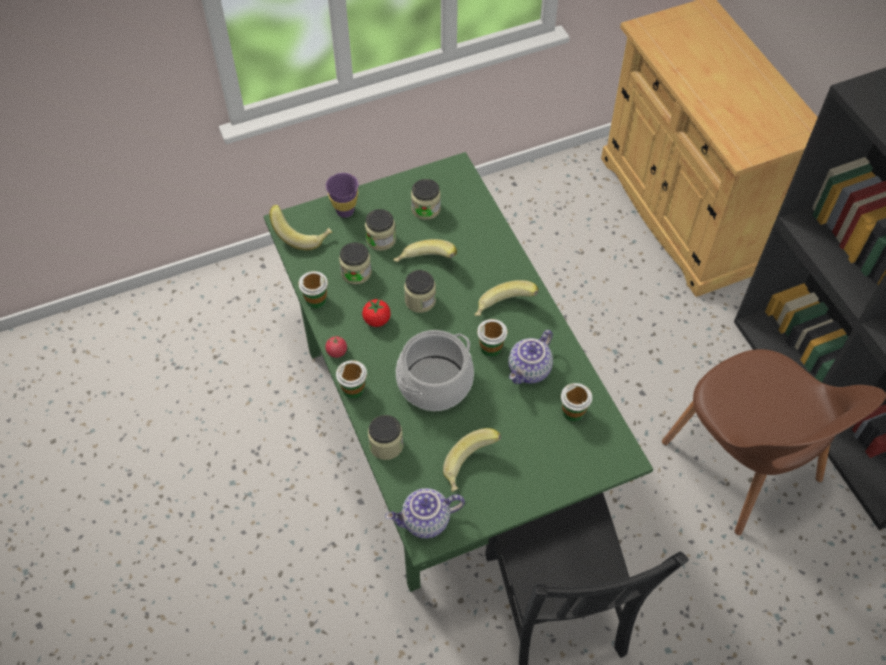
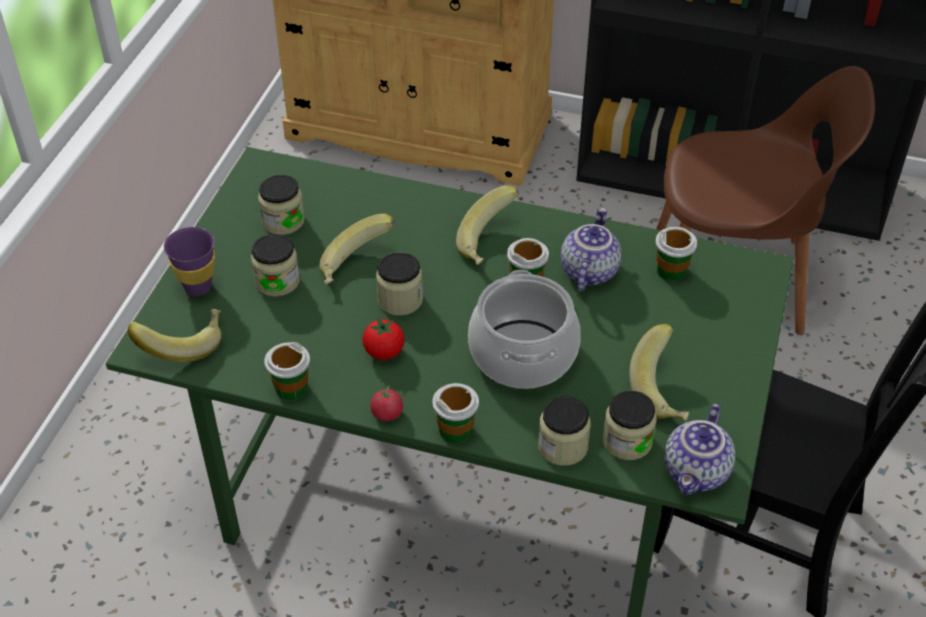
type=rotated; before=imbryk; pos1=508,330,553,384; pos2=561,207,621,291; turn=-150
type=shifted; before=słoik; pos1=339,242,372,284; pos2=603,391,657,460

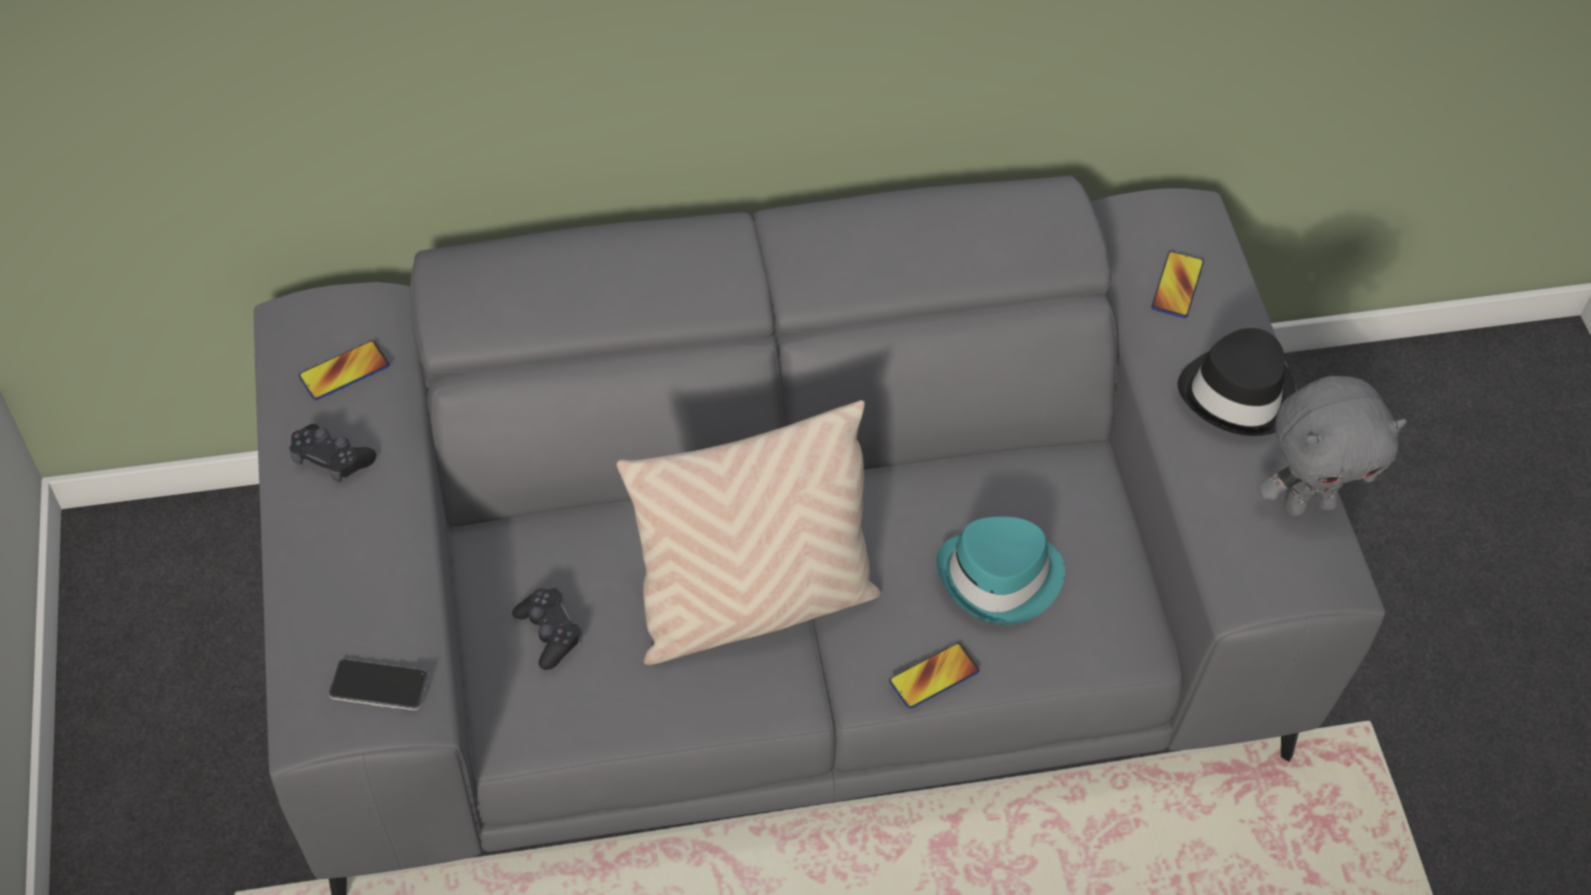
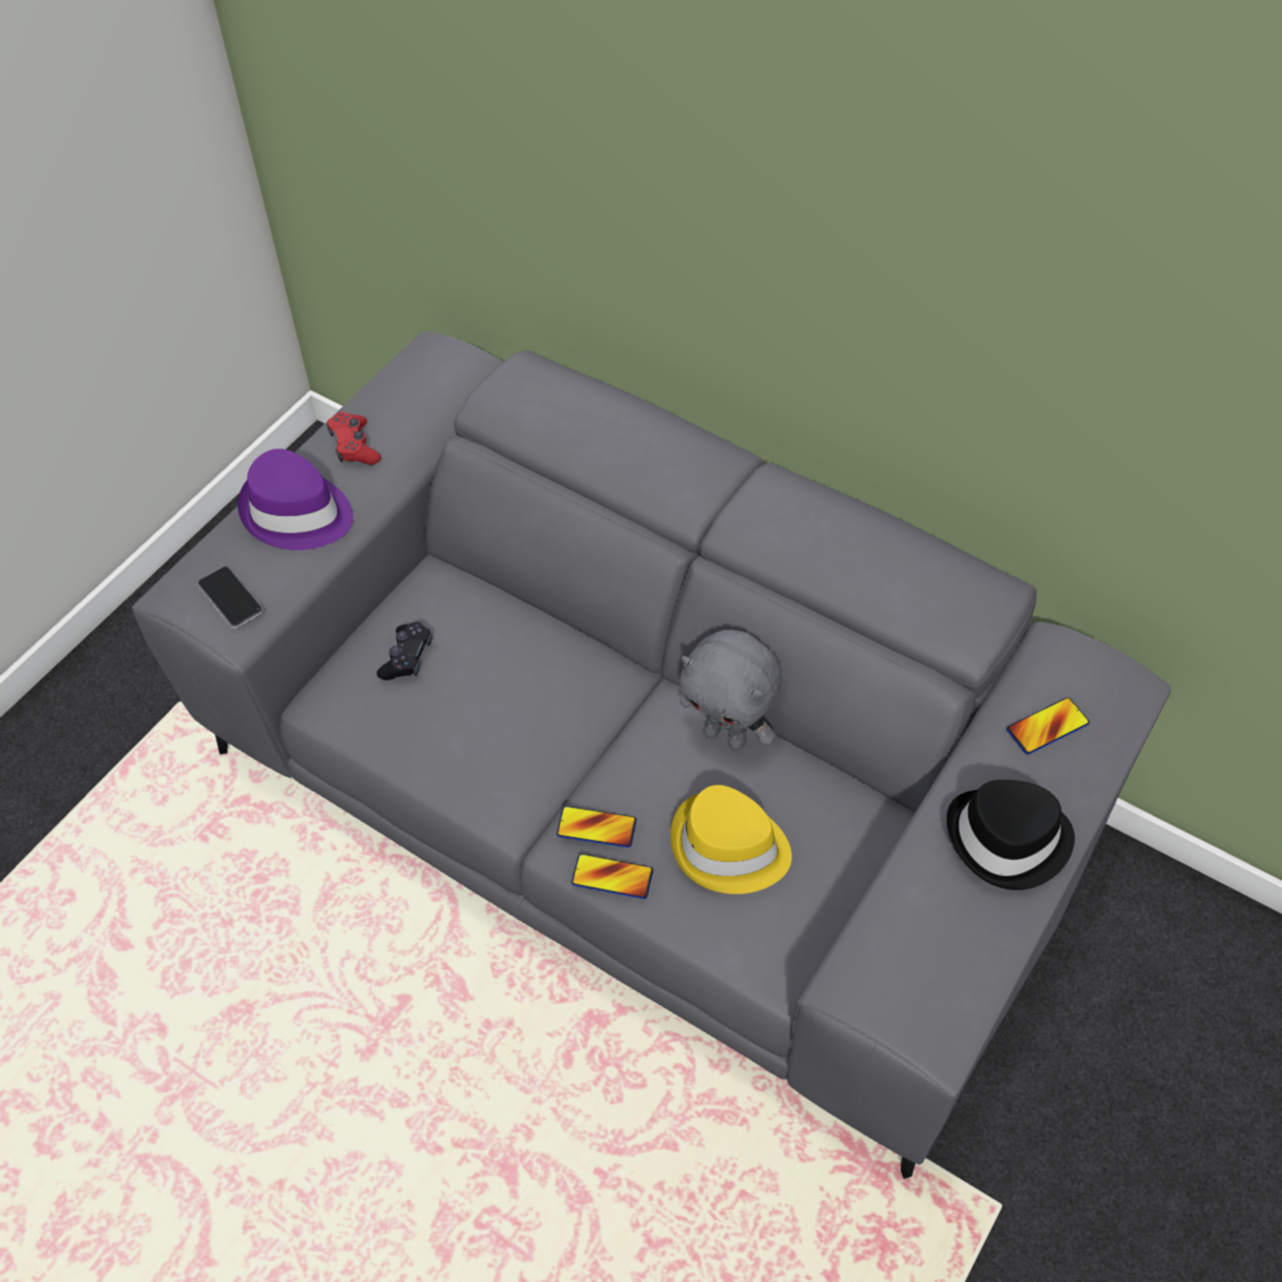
type=new; after=kapelusz/fioletowy; pos2=238,449,353,550
type=repainted; before=pad do gier/czarny; after=pad do gier/czerwony; pos1=290,424,376,482; pos2=327,412,381,465
type=shifted; before=telefon; pos1=299,341,390,400; pos2=557,806,637,848
type=repainted; before=kapelusz/turkusowy; after=kapelusz/żółty; pos1=936,516,1065,625; pos2=670,785,792,894
type=shifted; before=pluszak/szary; pos1=1258,376,1407,517; pos2=679,630,782,750
type=gone; before=poduszka/beżowy; pos1=616,400,881,665

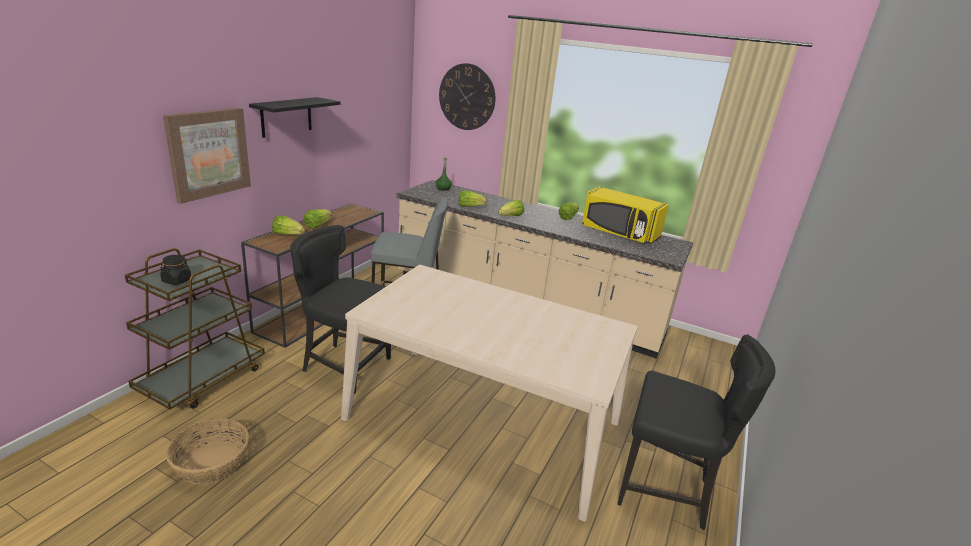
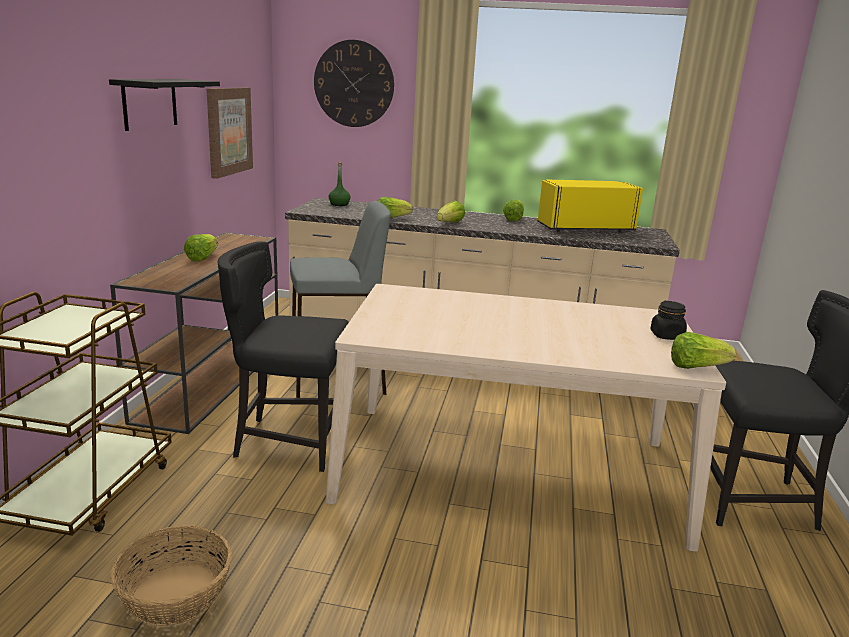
type=shifted; before=obraz; pos1=163,108,251,204; pos2=207,87,253,179
type=rotated; before=mikrofalówka/żółty; pos1=582,187,669,244; pos2=538,179,643,233; turn=150
type=shifted; before=słoik/czarny; pos1=160,254,191,285; pos2=650,301,687,340
type=shifted; before=sałata; pos1=272,215,305,235; pos2=671,332,736,369

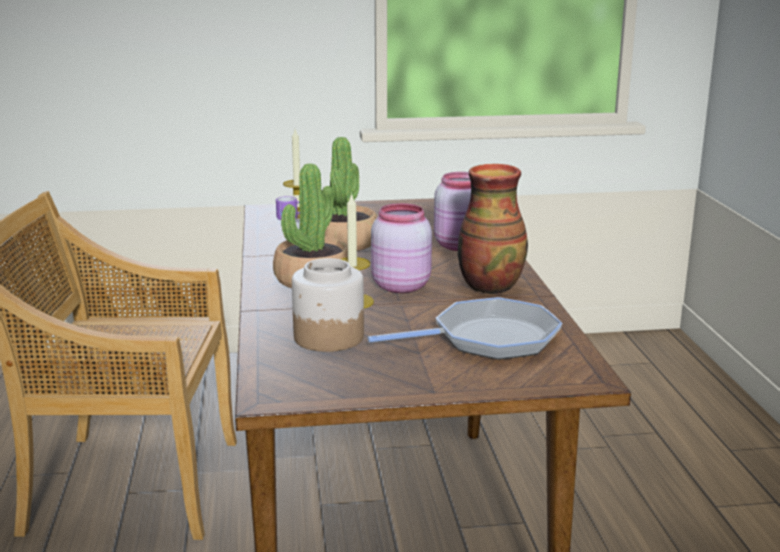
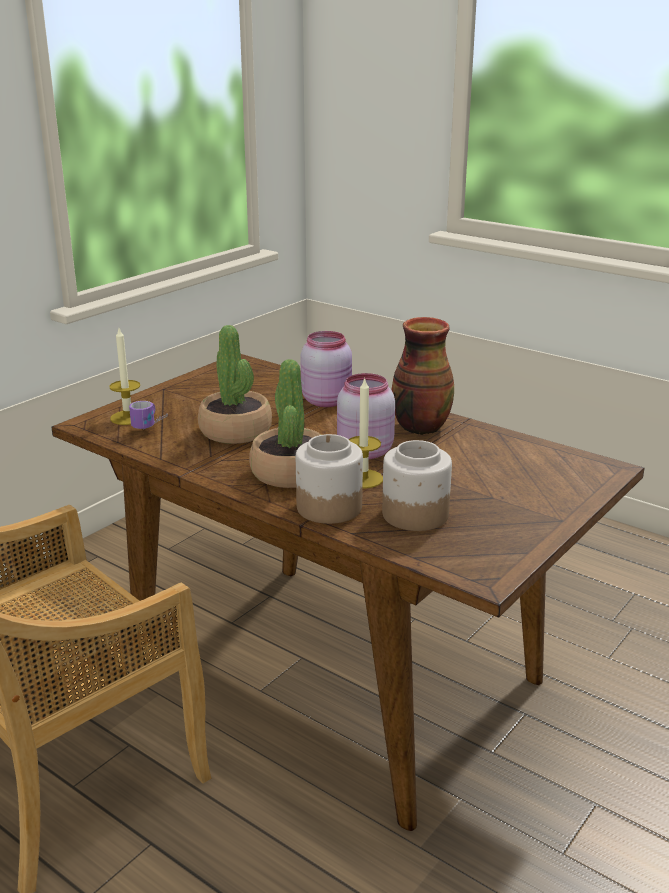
type=new; after=słoik; pos2=296,434,363,524
type=gone; before=patelnia; pos1=367,297,562,360

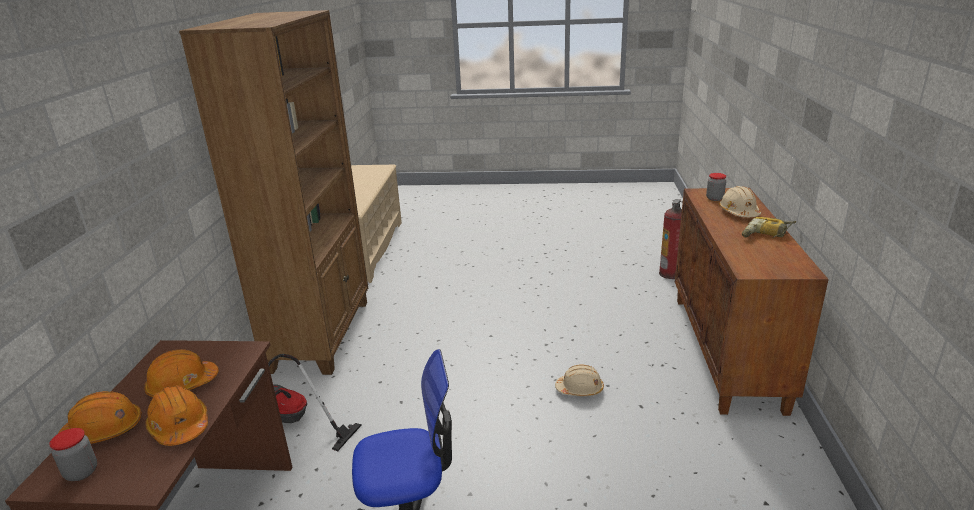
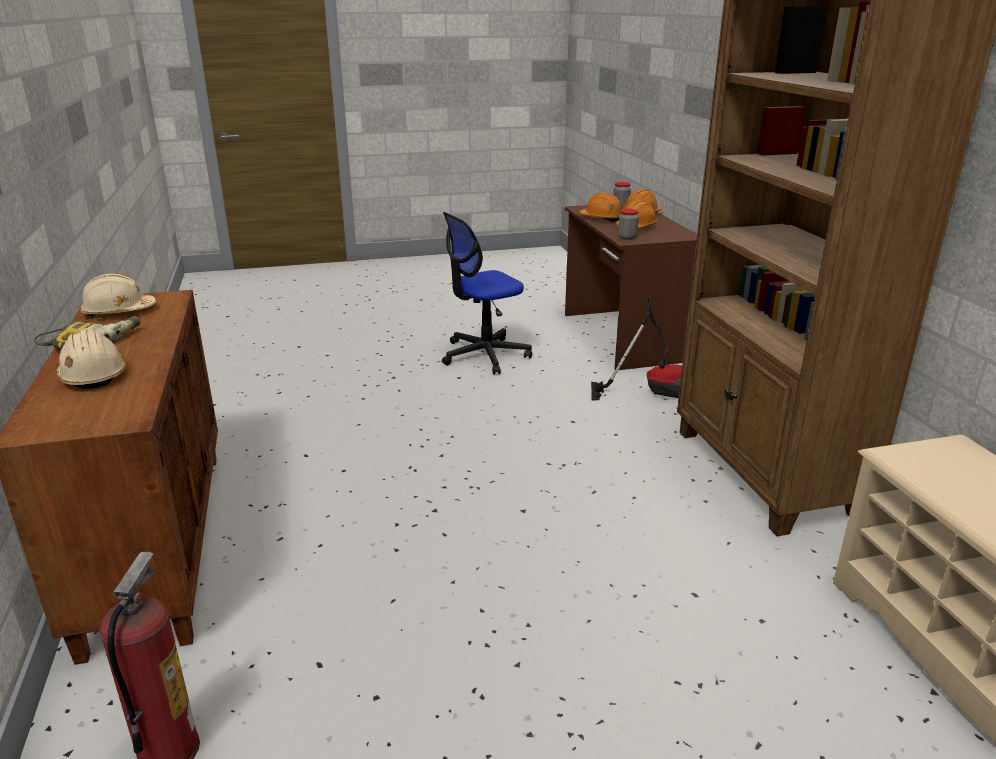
type=shifted; before=kask/beżowy; pos1=555,364,604,396; pos2=79,273,156,317
type=shifted; before=słoik; pos1=706,173,726,201; pos2=618,209,639,240

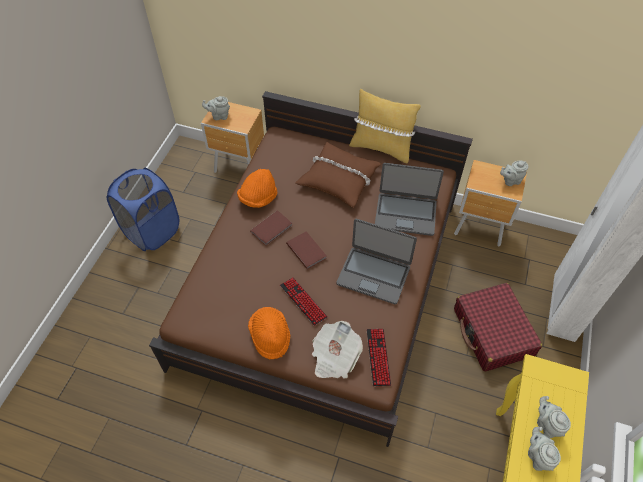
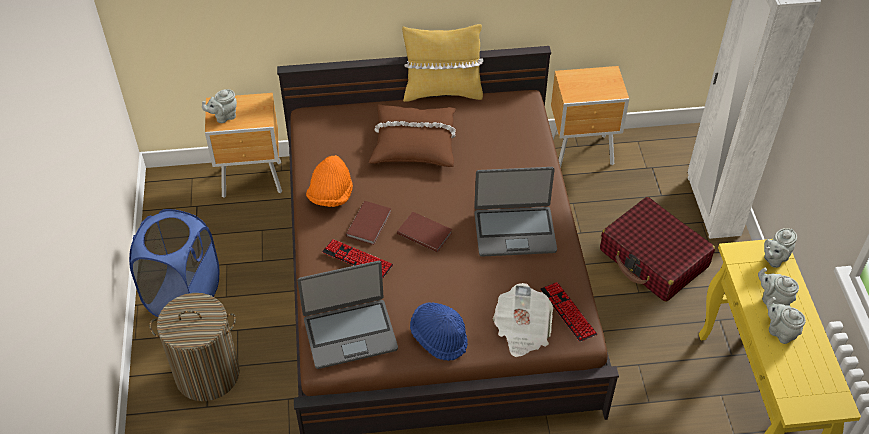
type=new; after=kosz na pranie; pos2=149,293,240,401
type=shifted; before=laptop; pos1=375,163,444,236; pos2=297,261,398,369
type=shifted; before=klawiatura; pos1=280,277,327,326; pos2=322,239,393,278
type=repainted; before=kapelusz/pomarańczowy; after=kapelusz/niebieski; pos1=248,307,291,359; pos2=410,302,468,361
type=shifted; before=imbryk/szary; pos1=500,161,528,186; pos2=764,228,797,268

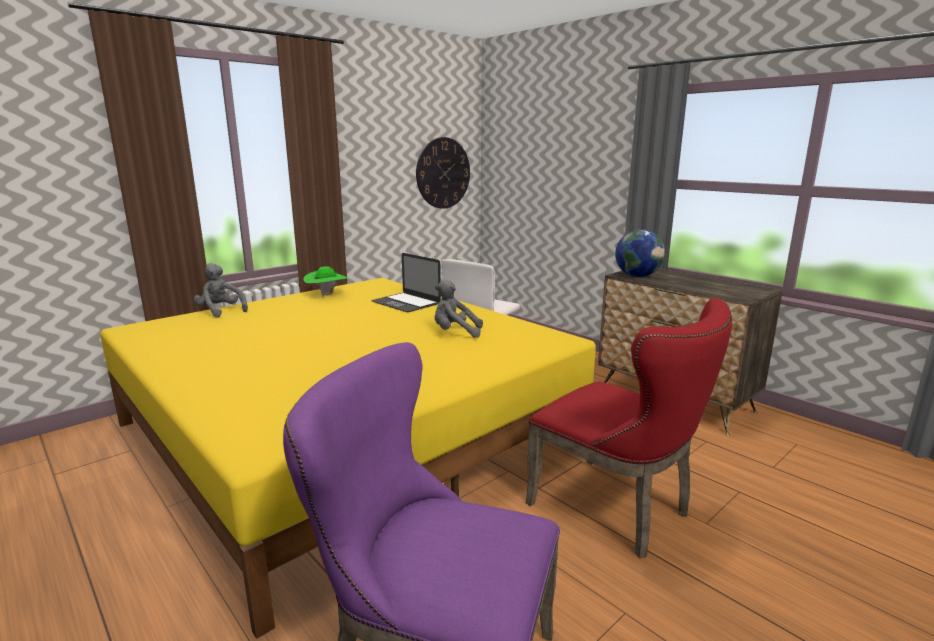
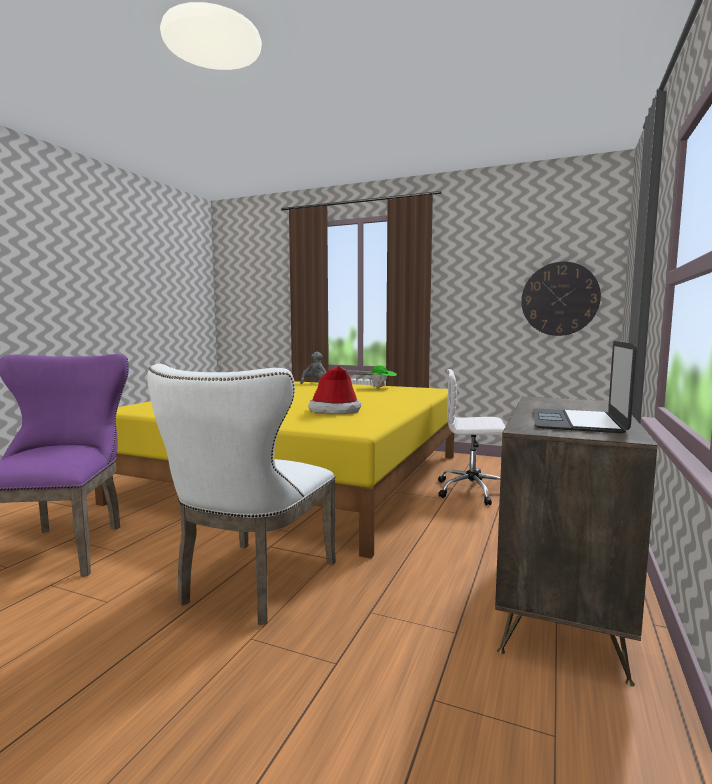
type=repainted; before=krzesło/czerwony; after=krzesło/biały; pos1=526,298,732,558; pos2=147,364,336,625
type=swapped; before=pluszak/szary; after=kapelusz; pos1=435,280,483,338; pos2=308,366,361,414
type=shifted; before=laptop; pos1=371,253,441,312; pos2=533,341,637,433
type=gone; before=globus; pos1=615,229,665,277

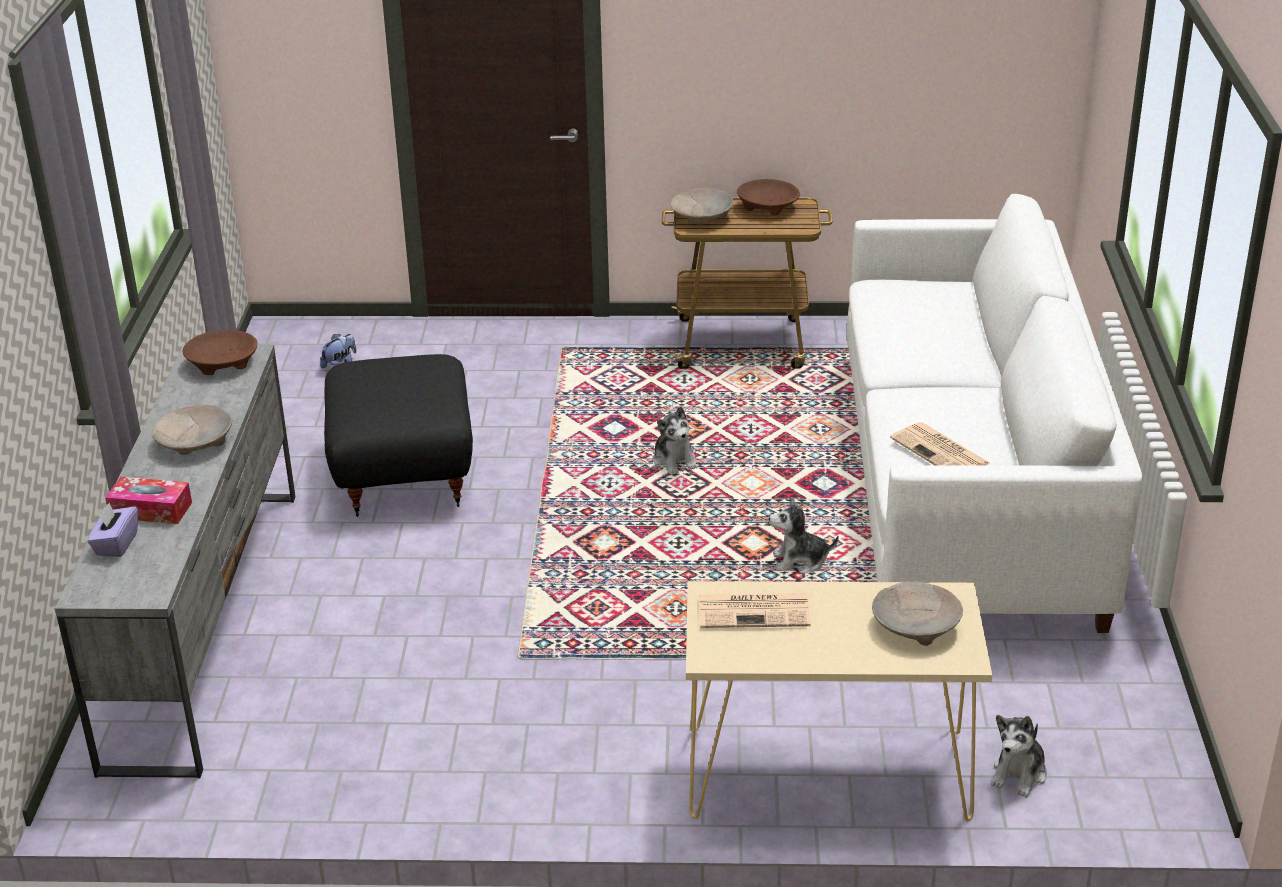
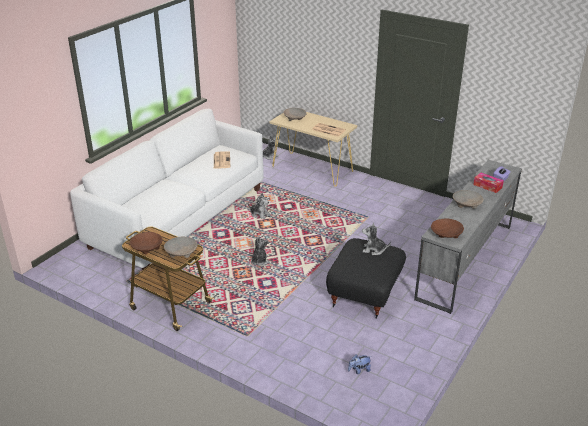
type=new; after=pluszak; pos2=362,223,391,255

